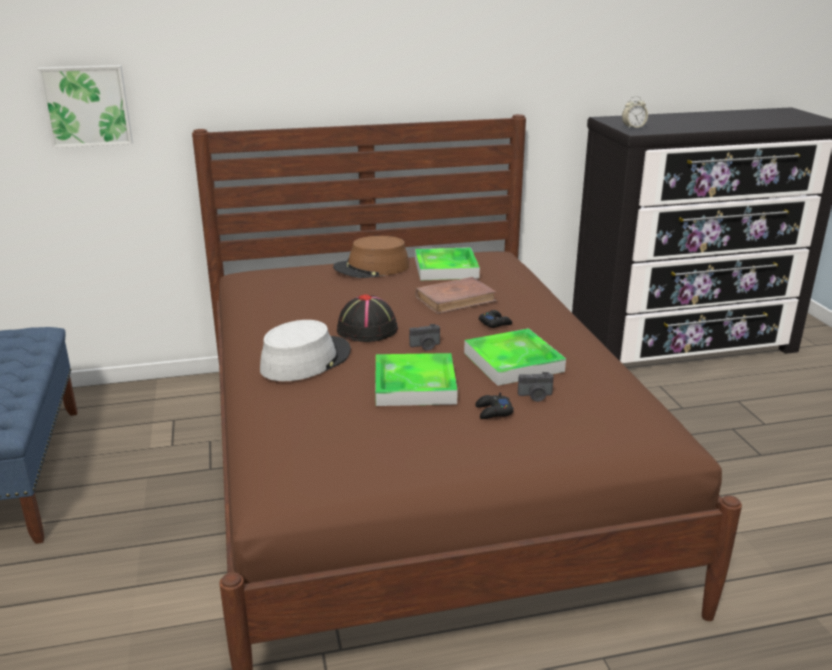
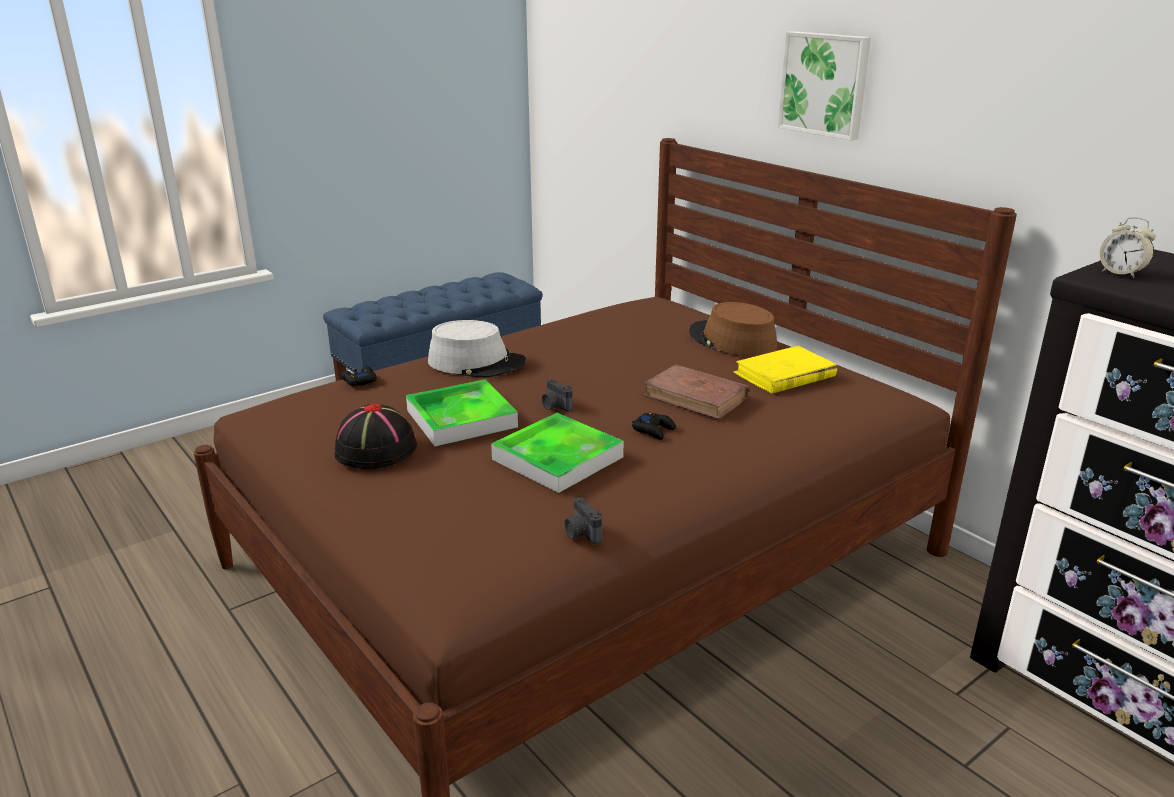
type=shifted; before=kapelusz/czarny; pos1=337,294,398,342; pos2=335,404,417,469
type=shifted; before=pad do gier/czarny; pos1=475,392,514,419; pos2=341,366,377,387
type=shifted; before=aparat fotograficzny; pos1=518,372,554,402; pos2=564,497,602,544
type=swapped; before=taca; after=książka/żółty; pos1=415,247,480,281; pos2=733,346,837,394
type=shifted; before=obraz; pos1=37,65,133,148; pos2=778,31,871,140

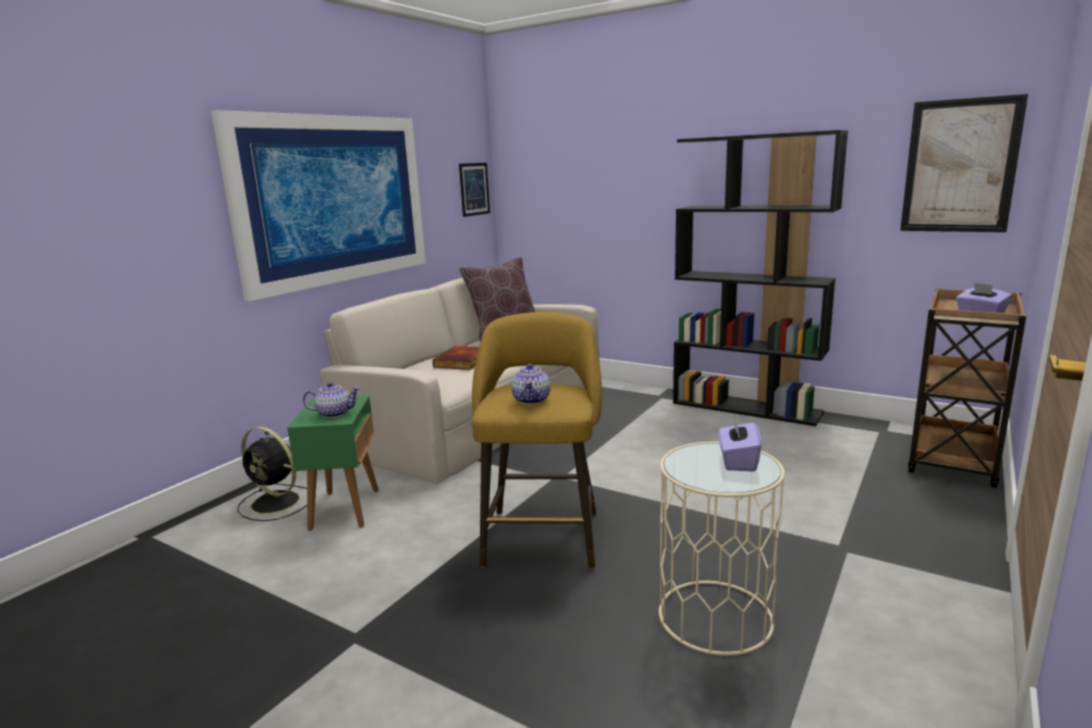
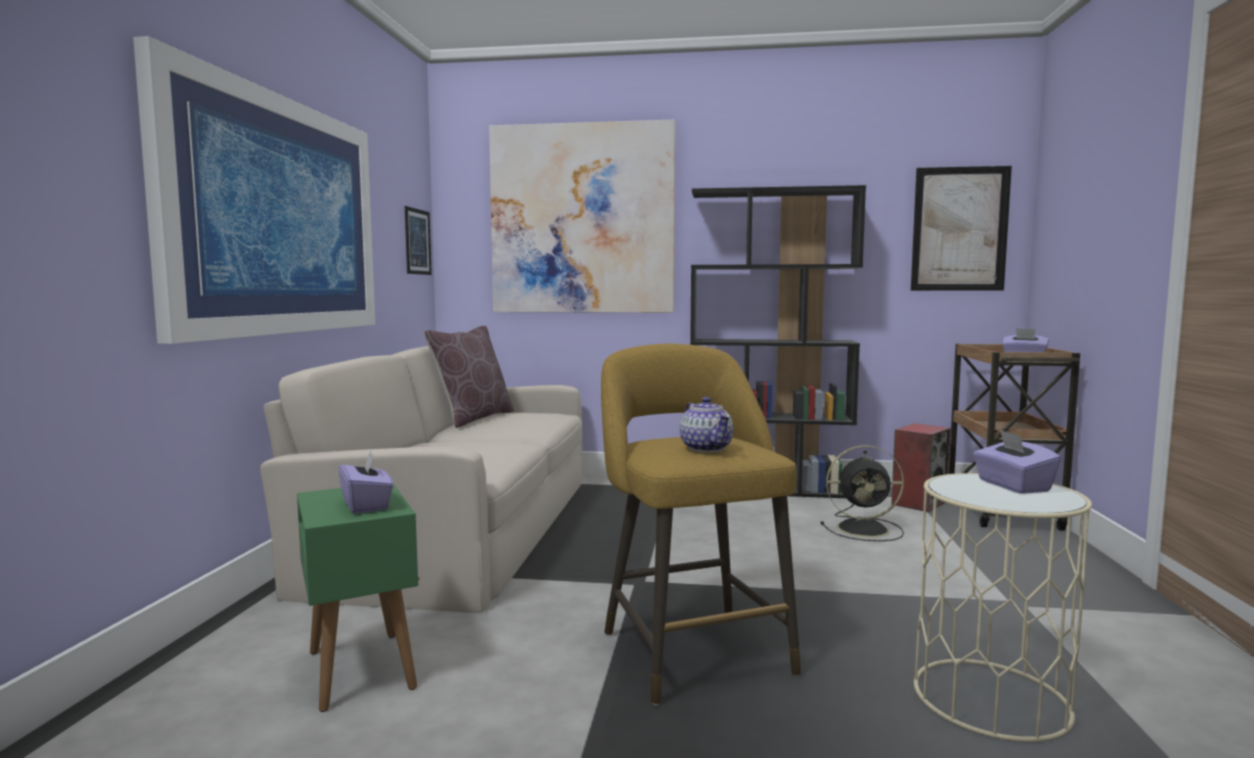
type=swapped; before=imbryk; after=pudełko chusteczek/fioletowy; pos1=303,382,360,418; pos2=338,450,393,514
type=new; after=obraz; pos2=489,120,676,313
type=shifted; before=wentylator/czarny; pos1=237,427,316,521; pos2=820,445,904,541
type=new; after=głośnik; pos2=891,423,951,512
type=gone; before=książka; pos1=433,346,479,370

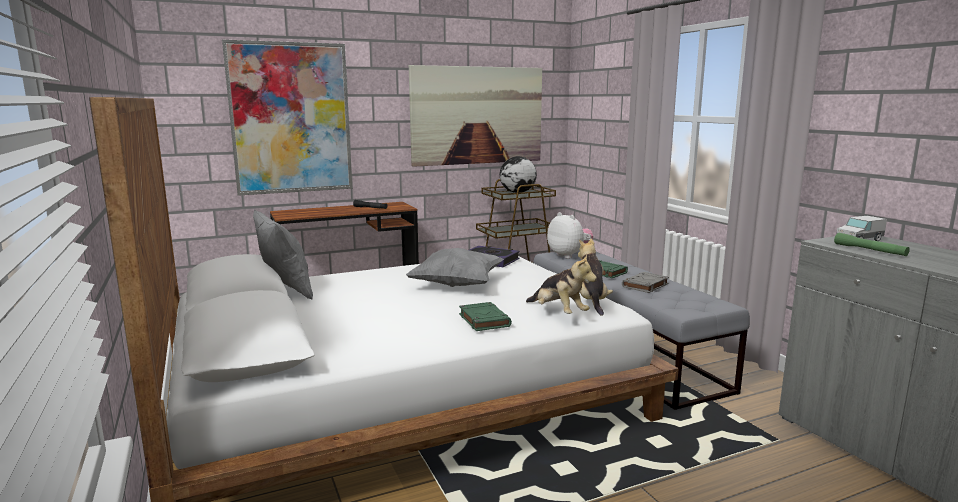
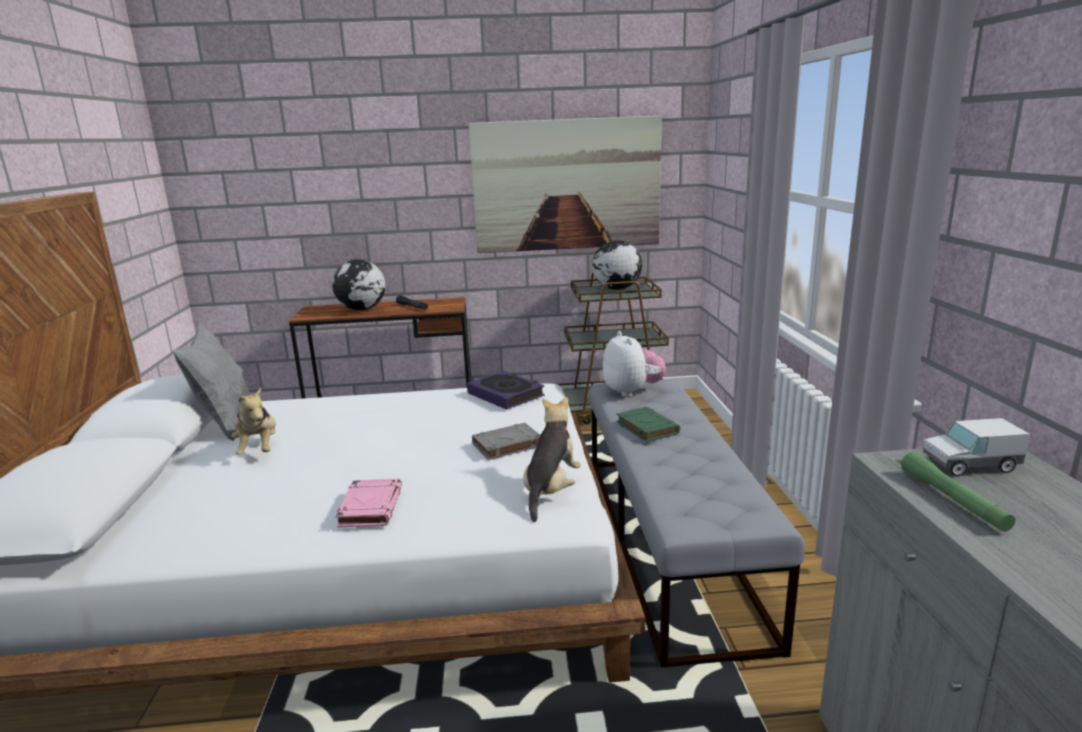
type=shifted; before=pluszak; pos1=526,254,597,314; pos2=232,387,276,455
type=new; after=globus; pos2=332,259,385,310
type=repainted; before=książka/zielony; after=książka/różowy; pos1=459,302,512,331; pos2=335,479,402,528
type=shifted; before=książka/szary; pos1=622,272,669,293; pos2=472,423,540,460
type=gone; before=obraz; pos1=222,40,353,196
type=gone; before=poduszka/szary; pos1=406,248,504,287

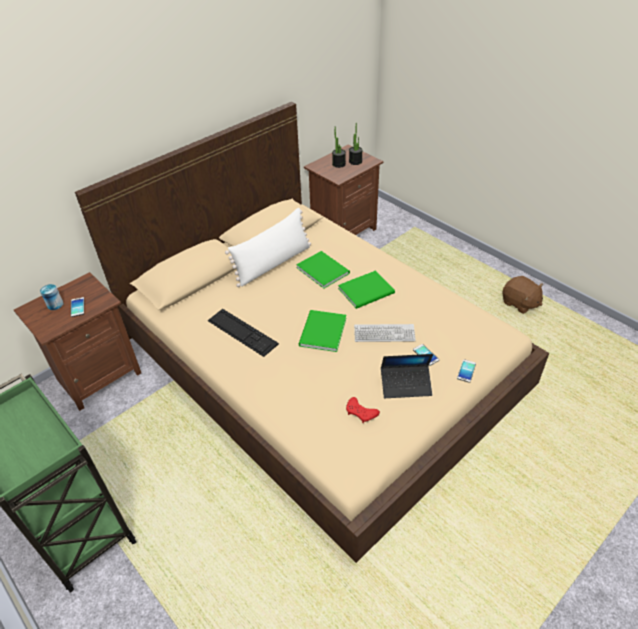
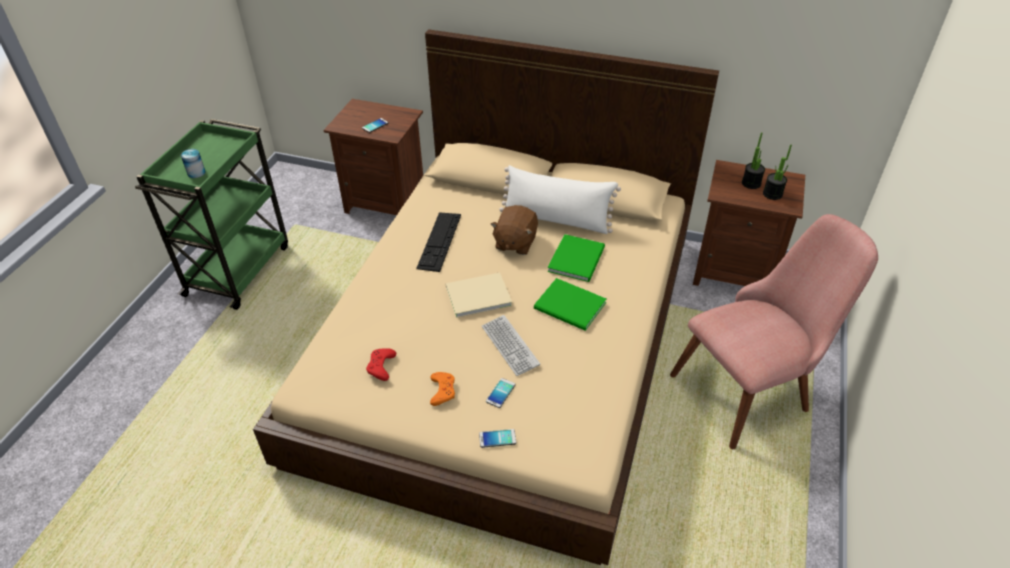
type=shifted; before=puszka; pos1=40,284,63,310; pos2=181,149,206,178
type=swapped; before=laptop; after=pad do gier/pomarańczowy; pos1=381,354,433,398; pos2=430,372,455,406
type=repainted; before=książka/zielony; after=książka/beżowy; pos1=299,310,346,352; pos2=446,272,512,318
type=shifted; before=pluszak/brązowy; pos1=502,276,543,314; pos2=490,205,538,255
type=new; after=krzesło/różowy; pos2=670,214,878,449

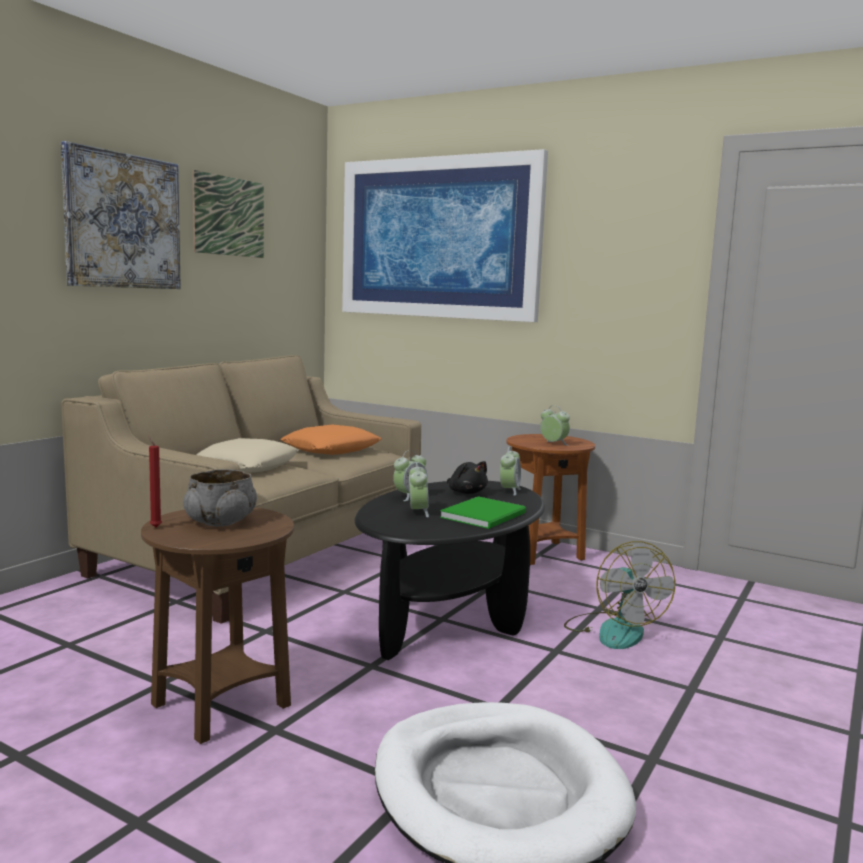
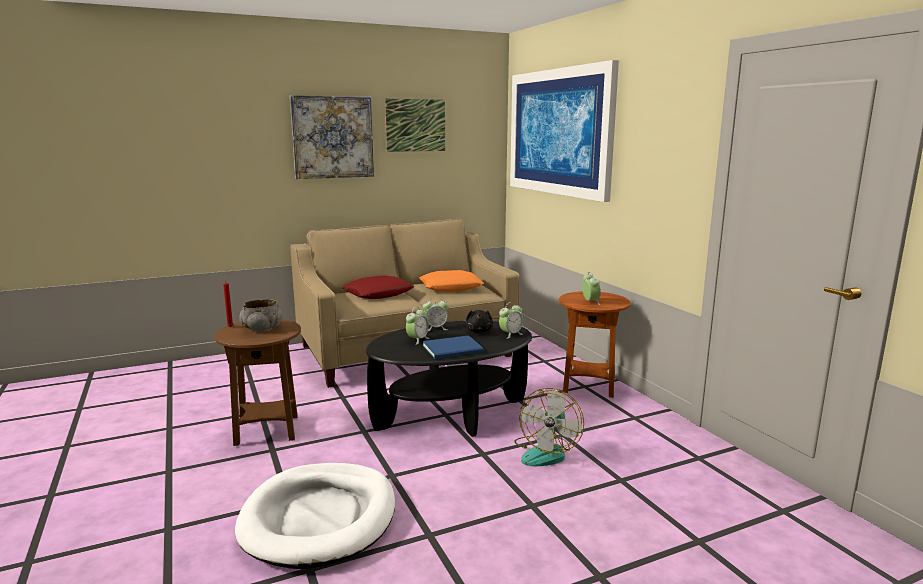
type=repainted; before=poduszka/beżowy; after=poduszka/czerwony; pos1=196,438,299,473; pos2=342,275,415,299
type=repainted; before=książka/zielony; after=książka/niebieski; pos1=440,496,526,529; pos2=423,335,483,359

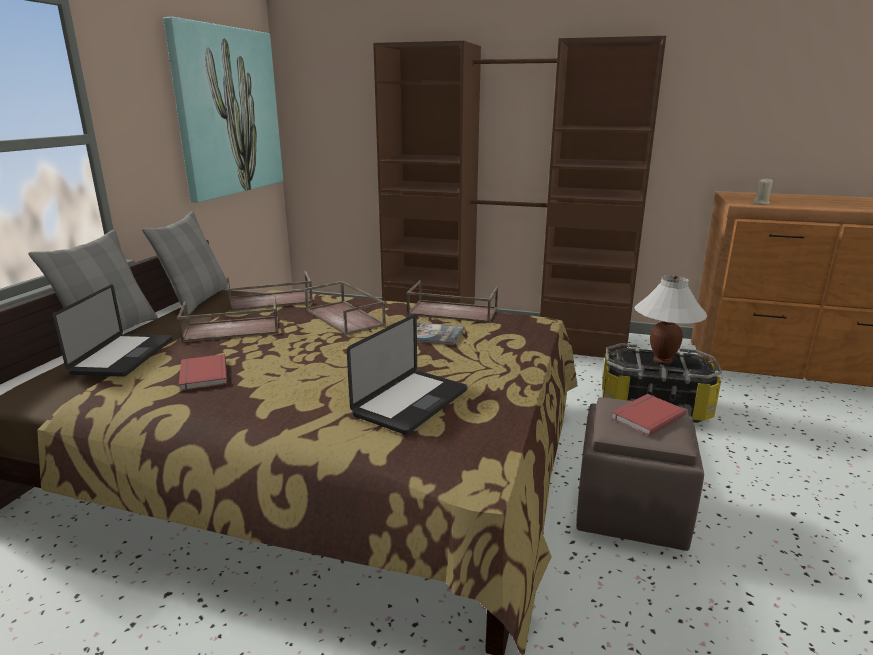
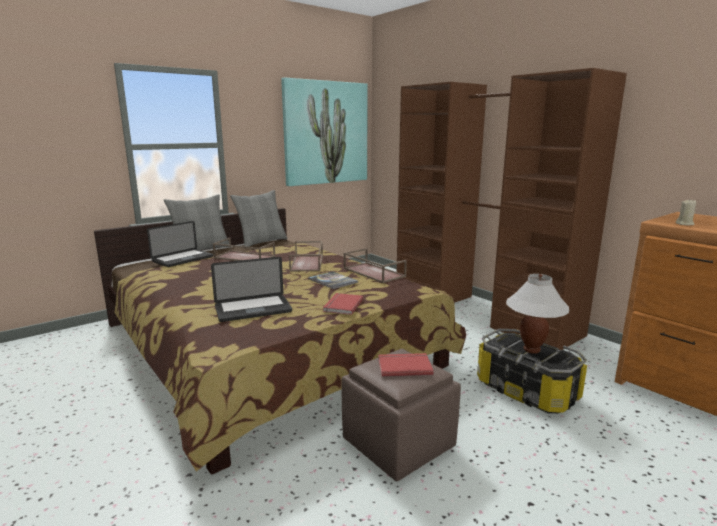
type=shifted; before=książka/czerwony; pos1=179,354,227,391; pos2=323,293,364,315
type=gone; before=taca/brązowy; pos1=226,271,313,311

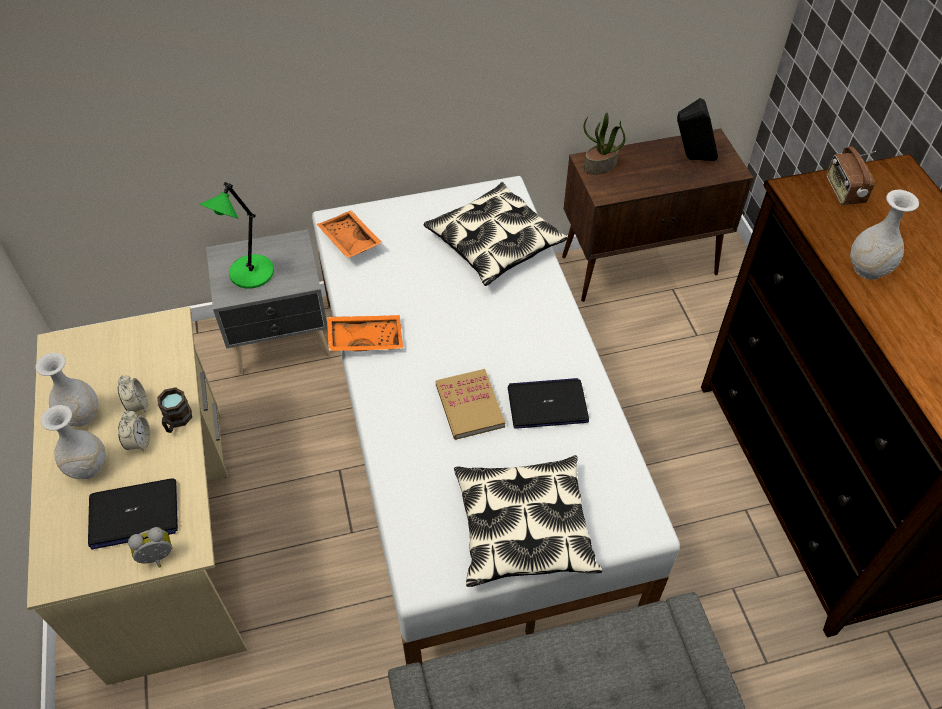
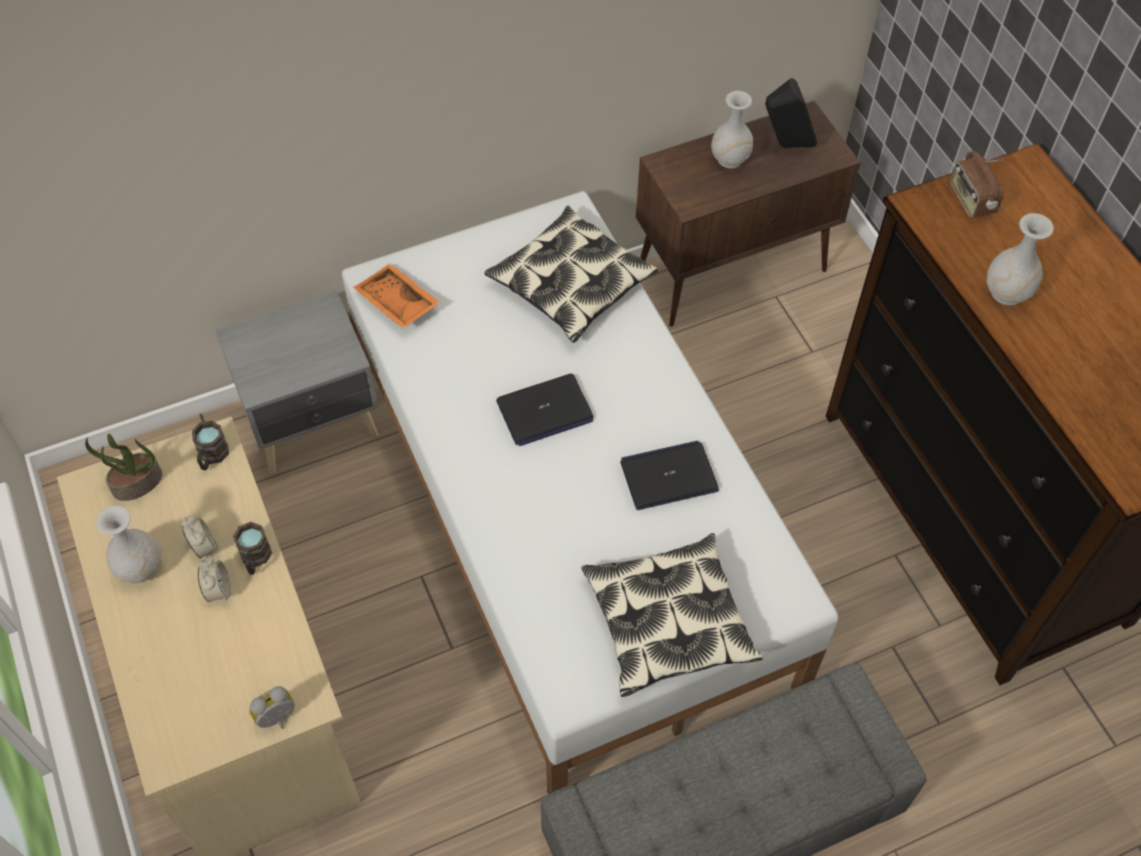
type=shifted; before=roślina doniczkowa; pos1=584,112,626,175; pos2=85,434,162,501
type=new; after=kubek/brązowy; pos2=192,420,229,470
type=shifted; before=laptop; pos1=88,479,178,550; pos2=496,374,594,446
type=shifted; before=wazon/biały; pos1=41,405,106,479; pos2=711,91,753,168
type=gone; before=lampa stołowa/zielony; pos1=200,182,274,289
type=gone; before=taca/pomarańczowy; pos1=327,315,403,351
type=gone; before=książka; pos1=436,369,505,440

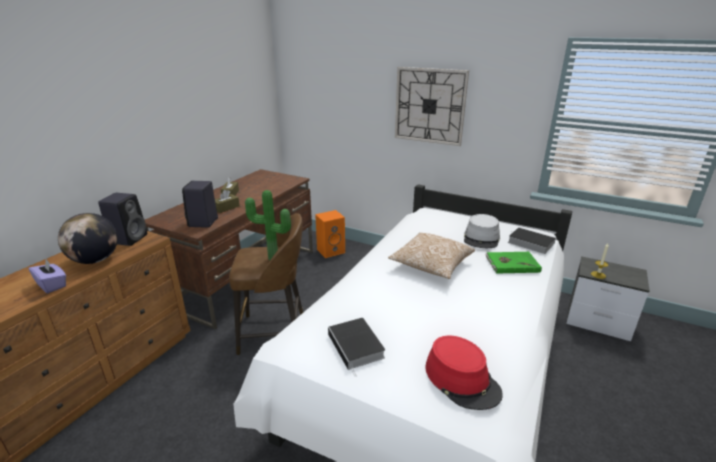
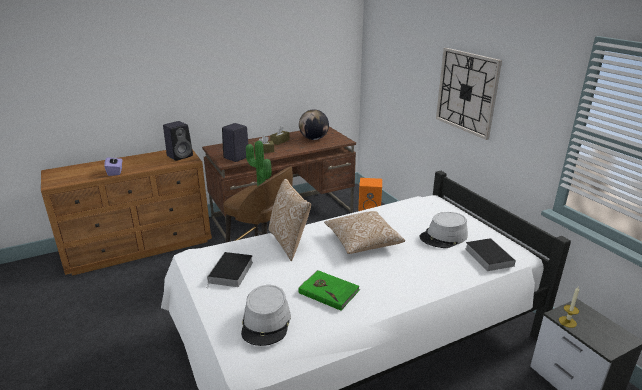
type=repainted; before=kapelusz/czerwony; after=kapelusz/szary; pos1=425,336,503,410; pos2=241,285,291,346
type=new; after=poduszka; pos2=269,179,311,261
type=shifted; before=książka/zielony; pos1=485,252,542,274; pos2=298,270,360,311
type=shifted; before=globus; pos1=58,213,118,264; pos2=299,110,329,140

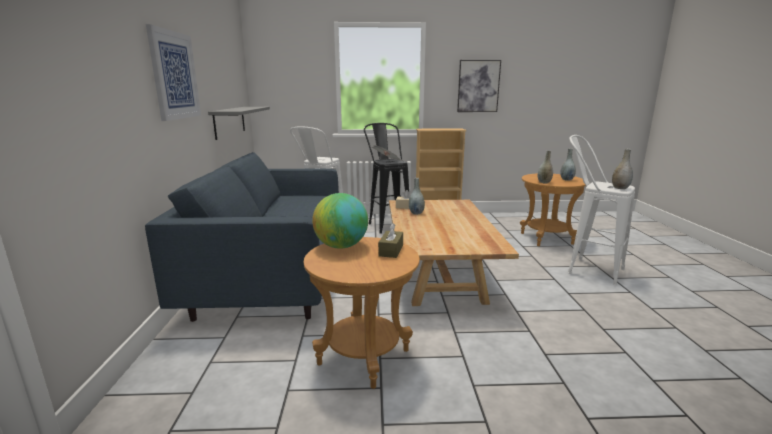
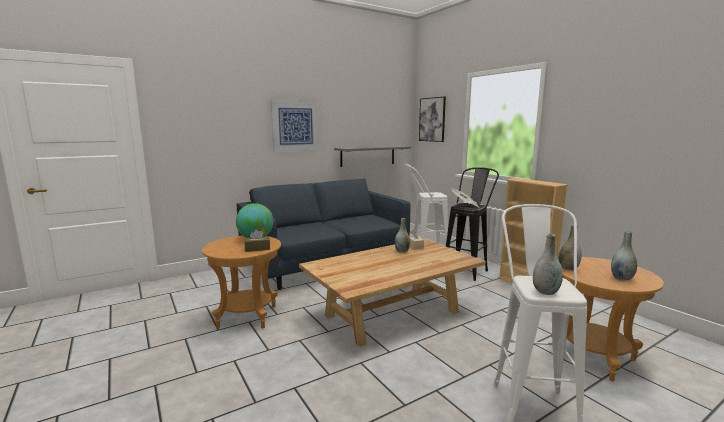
type=shifted; before=obraz; pos1=457,60,501,112; pos2=419,97,446,142

